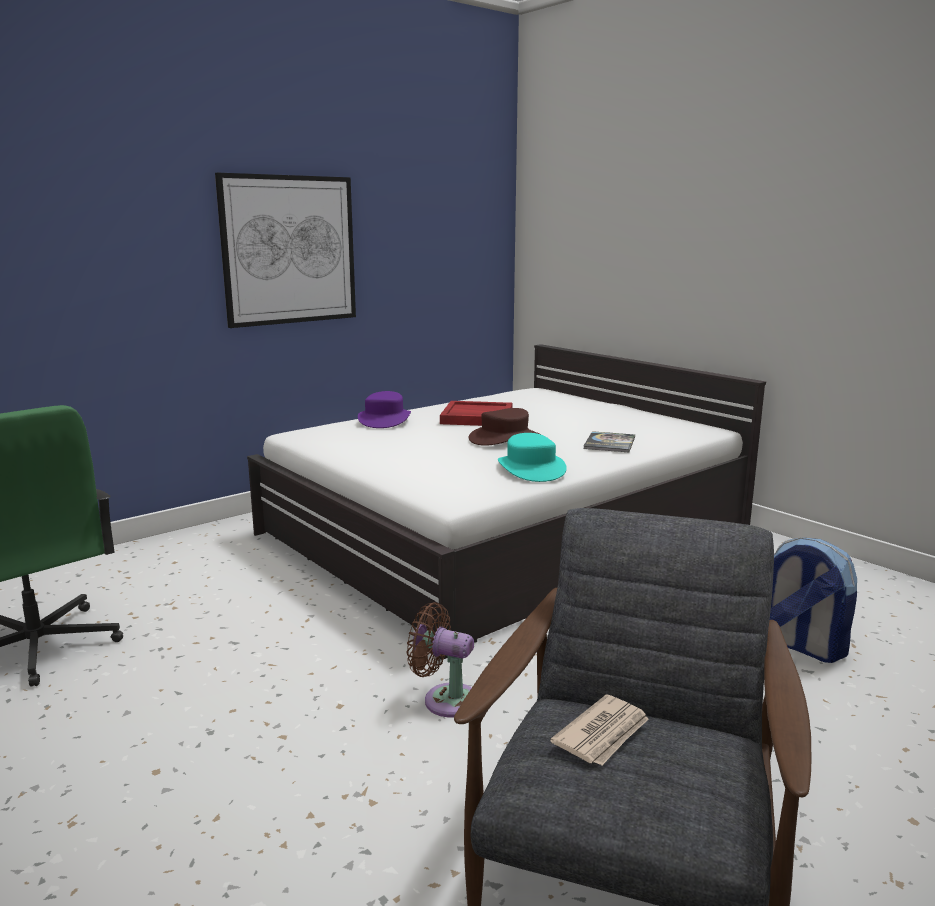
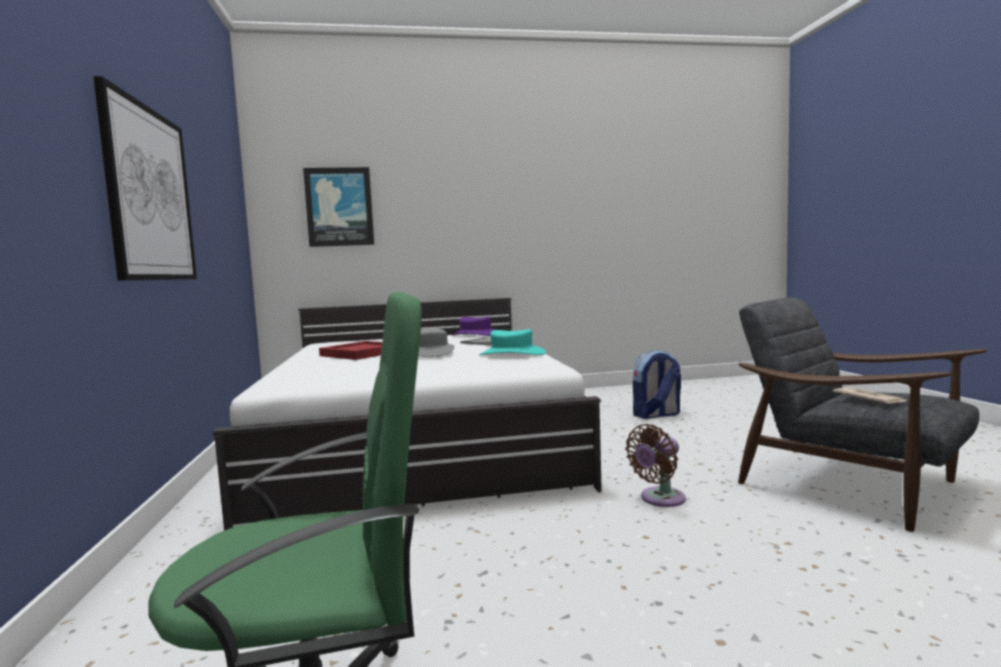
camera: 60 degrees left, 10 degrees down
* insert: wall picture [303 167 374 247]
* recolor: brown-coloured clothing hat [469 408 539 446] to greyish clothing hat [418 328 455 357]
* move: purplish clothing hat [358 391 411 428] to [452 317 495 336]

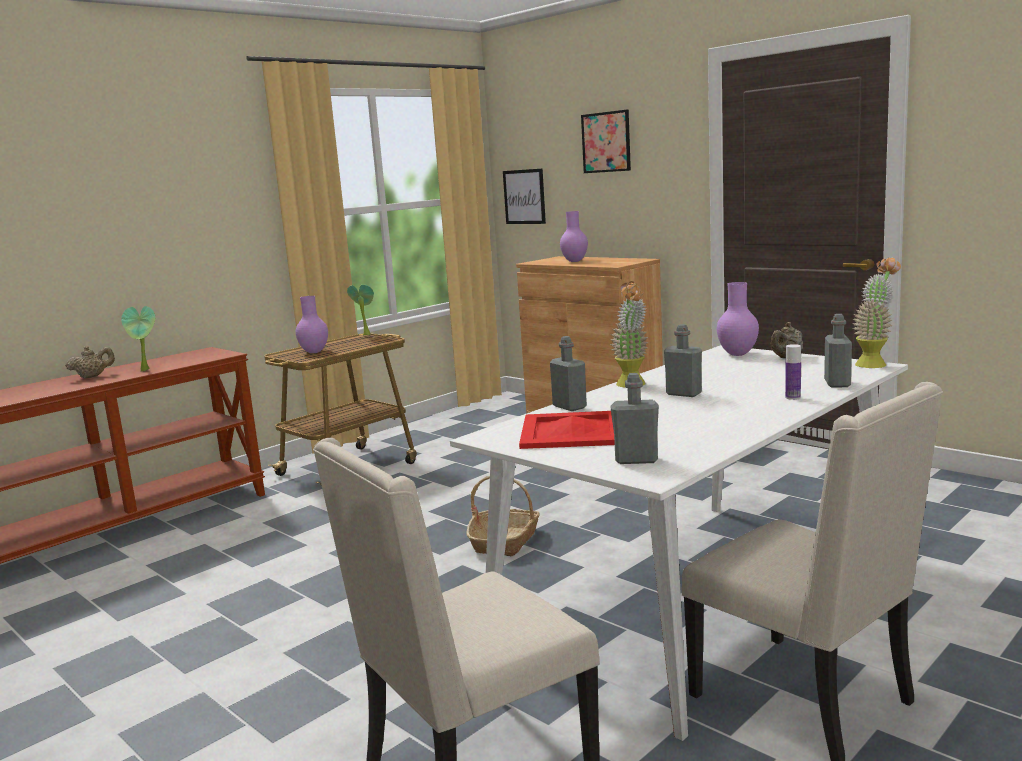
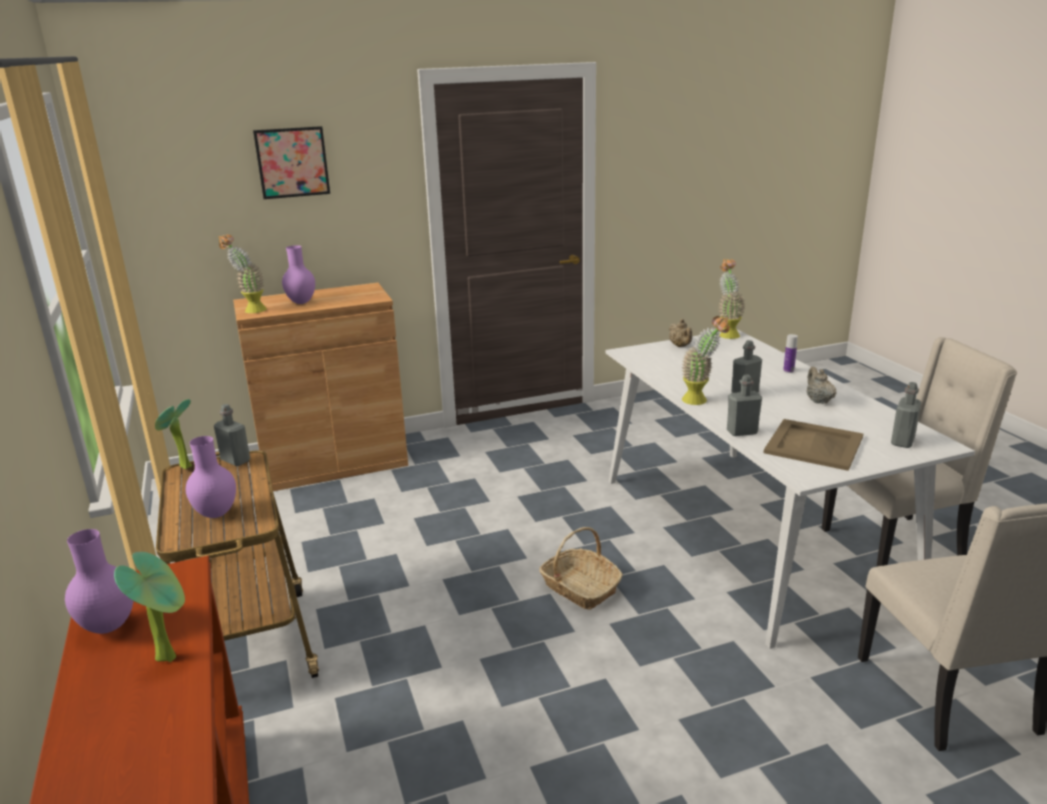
camera: 65 degrees left, 10 degrees up
* move: purplish flower vase [717 282 759 356] to [65 529 134 634]
* move: greyish beverage bottle [824 314 852 388] to [214 404 250 466]
* insert: potted plant [218 234 267 313]
* recolor: red-coloured tray [519 411 615 449] to beige tray [764 419 863 471]
* move: beige tea pot [65 346 115 379] to [807 367 836 404]
* delete: wall picture [503 168 546 224]

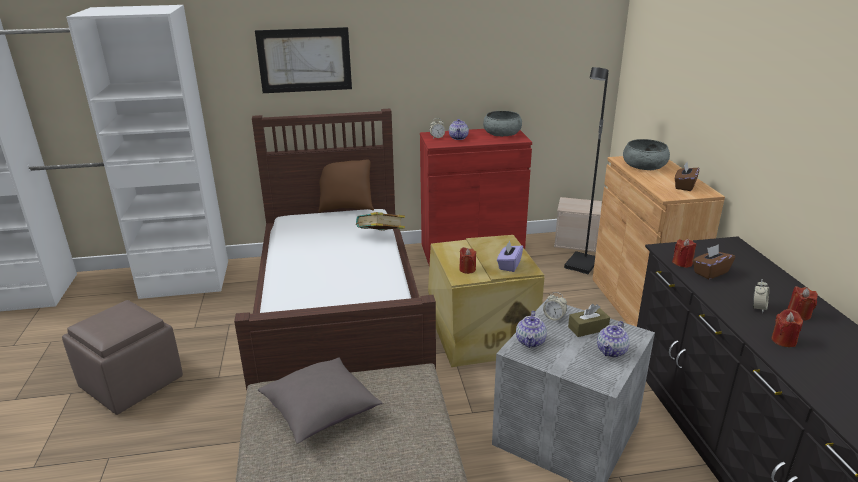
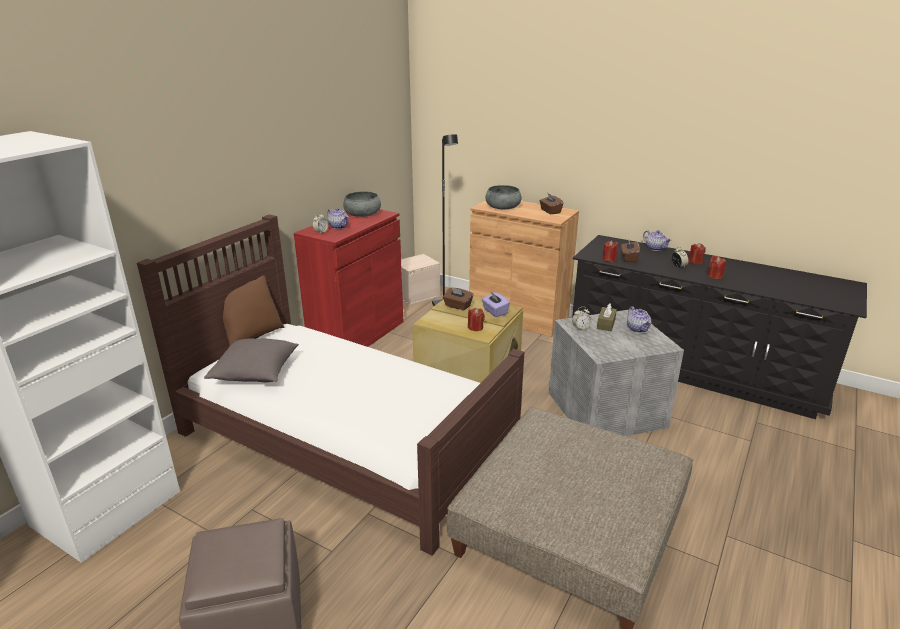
camera: 50 degrees left, 0 degrees up
* move: greyish throw pillow [258 358 383 444] to [204 339 299 382]
* insert: brown-coloured box of tissues [443 287 473 311]
* move: tea pot [516 311 547 348] to [643 230 672 251]
* delete: wall picture [255 27 352 93]
* delete: volume [356 212 405 231]

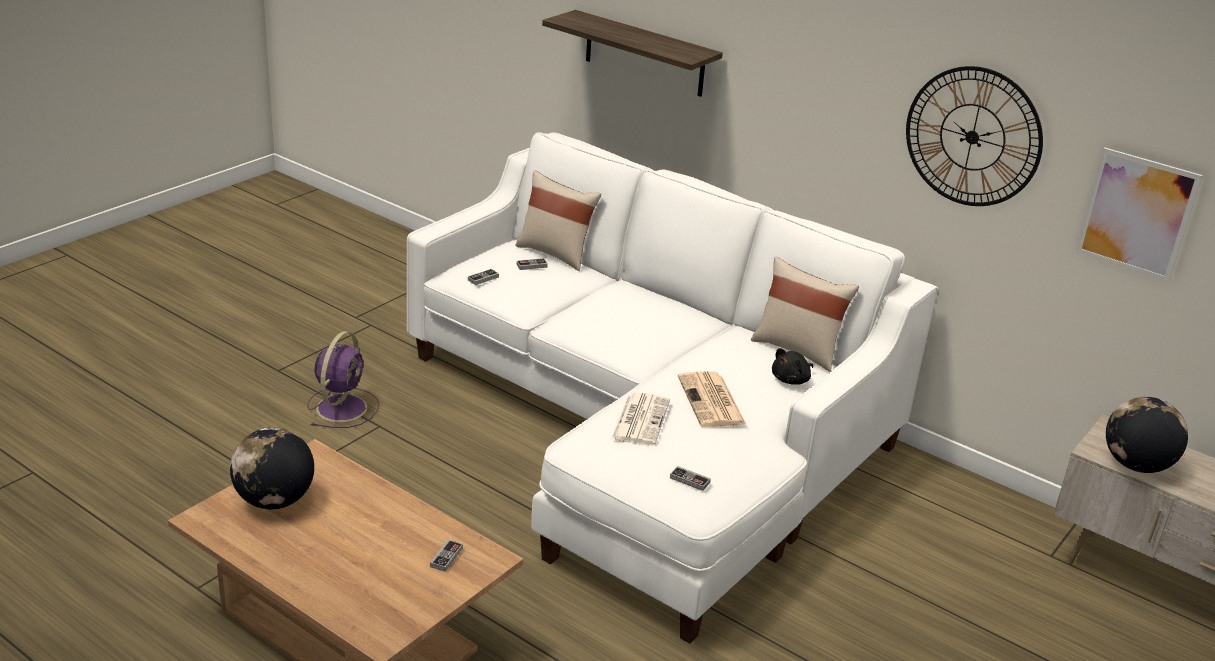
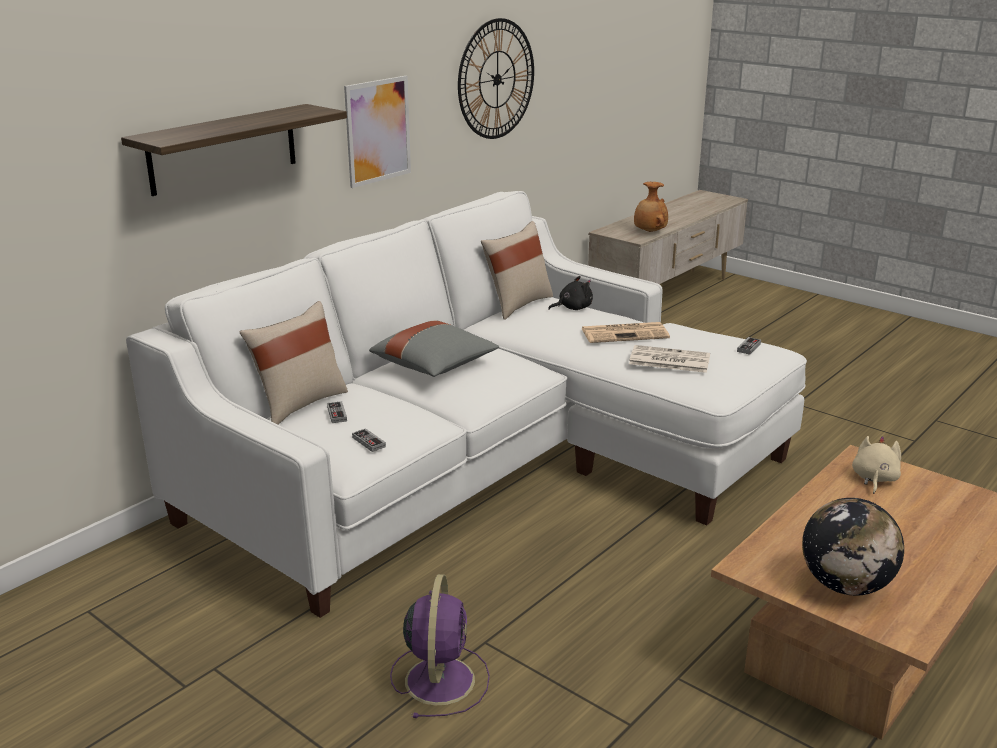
camera: 85 degrees left, 5 degrees down
* move: wall picture [1075 147 1203 282] to [344 76 411 188]
* insert: greyish throw pillow [369 321 499 377]
* rotate: purplish fan [307 331 379 428] = [390 574 490 718] 75 degrees clockwise
* rotate: black cuddly toy [772 348 814 385] = [548 276 593 310] 75 degrees counterclockwise
* replace: world globe [1106 397 1188 473] to brown-coloured flower vase [634 182 668 232]
* replace: gamepad [430 540 463 572] to beige cuddly toy [852 436 901 494]

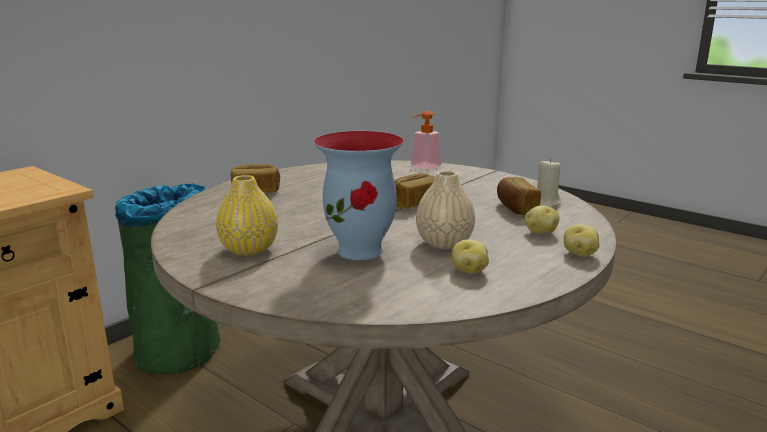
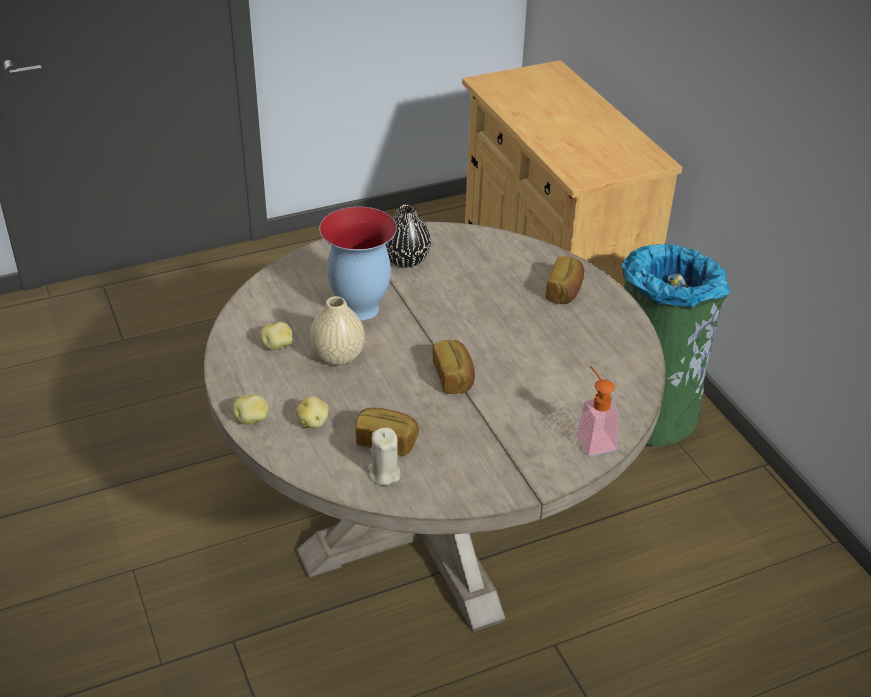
camera: 115 degrees right, 20 degrees up
* recolor: yellow-coloured flower vase [216 175 278 256] to black flower vase [386 204 431 268]

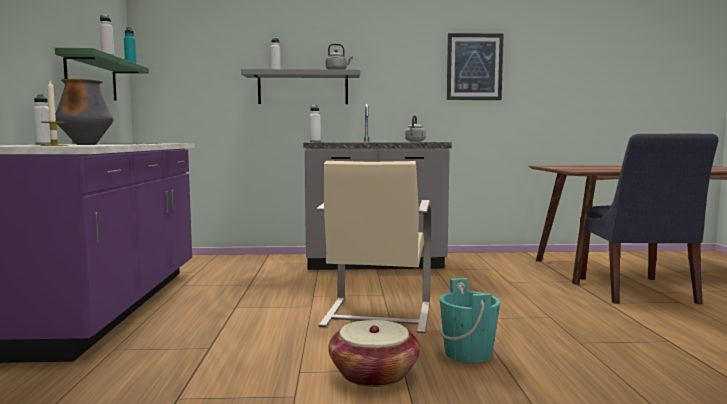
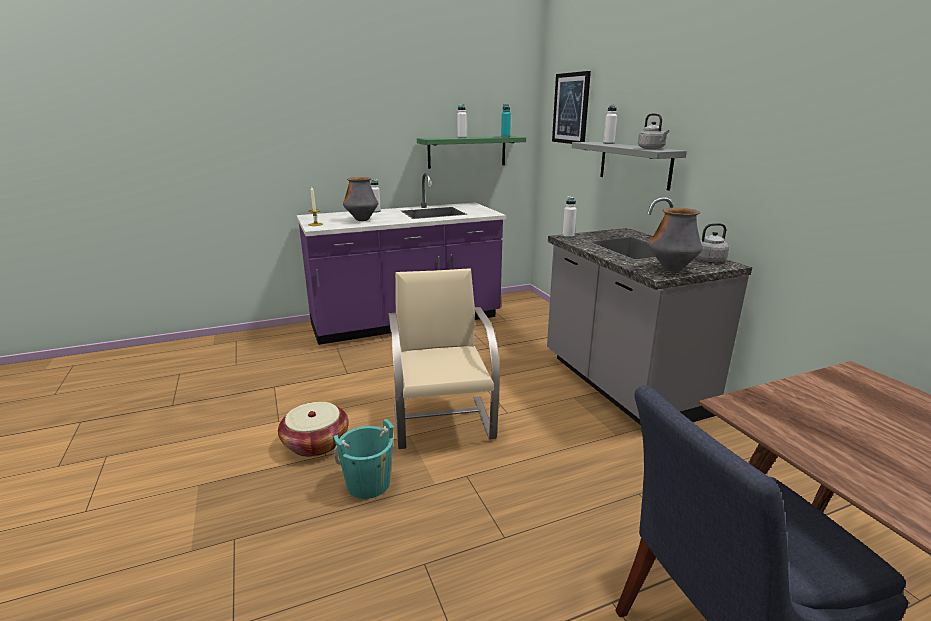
camera: 70 degrees right, 15 degrees up
* rotate: beige upright chair [317 161 431 333] = [389 268 500 449] 90 degrees clockwise
* move: wall picture [447 33 504 100] to [552 71 591 144]
* insert: flower vase [649 208 703 272]

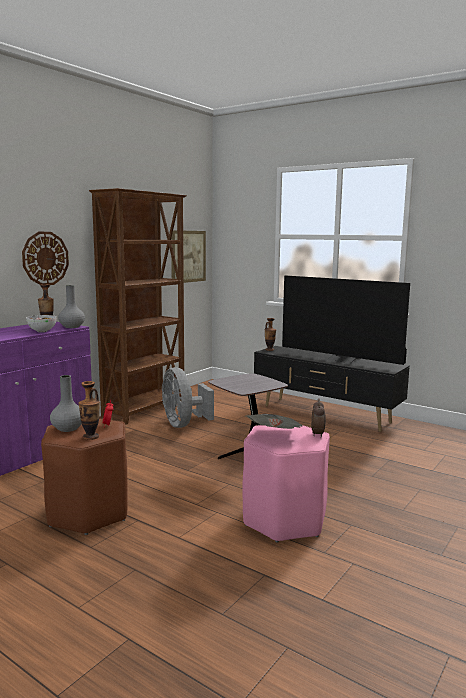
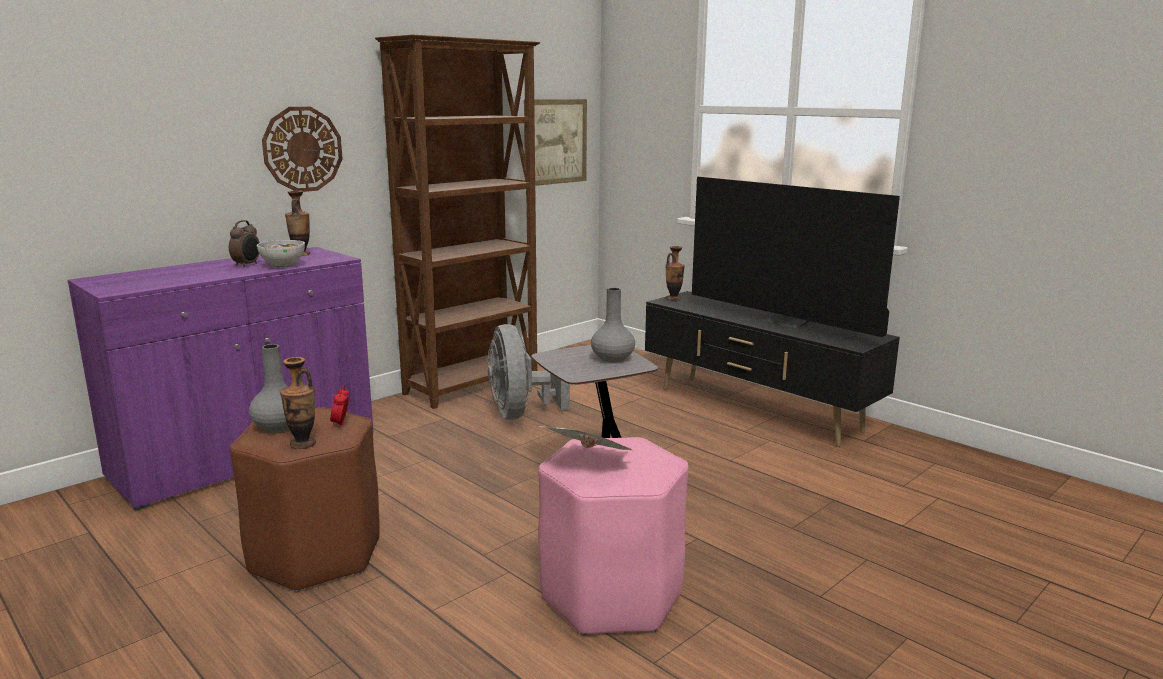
camera: 10 degrees right, 5 degrees up
* move: table clock [312 399 326 438] to [229 220 259 267]
* move: greyish flower vase [58 285 85 328] to [591 288 635 362]

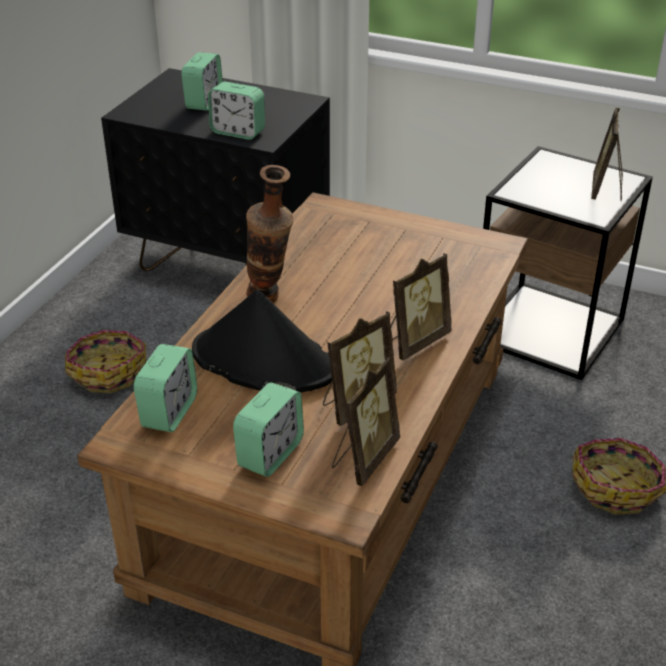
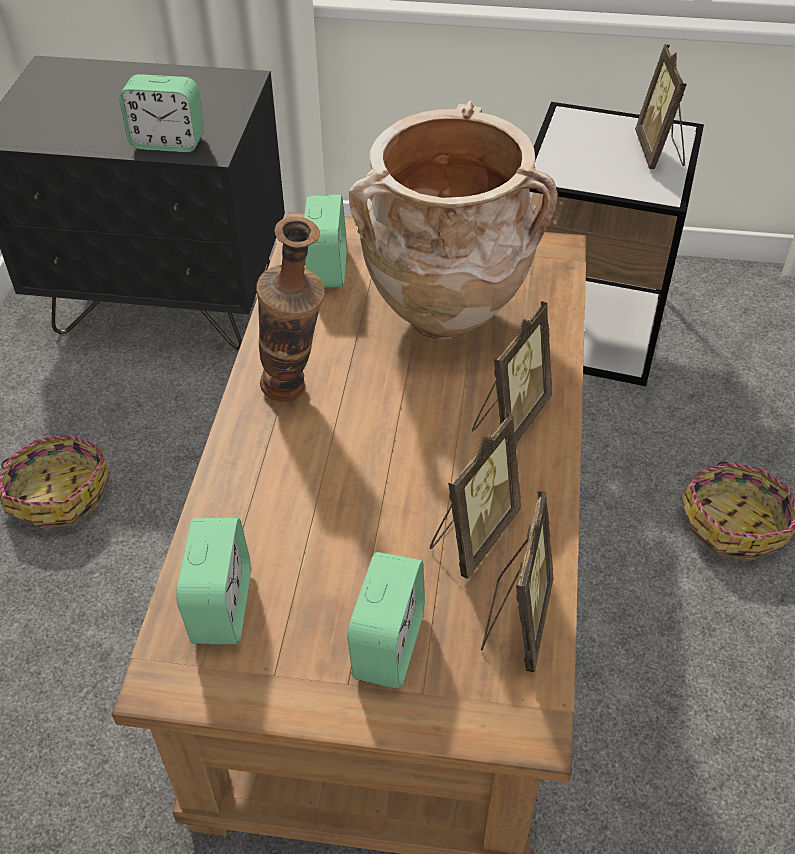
camera: 15 degrees left, 10 degrees up
* move: table clock [181 53 223 110] to [304 195 347 287]
* insert: beige flower vase [349 101 558 340]
* delete: black clothing hat [192 289 332 393]

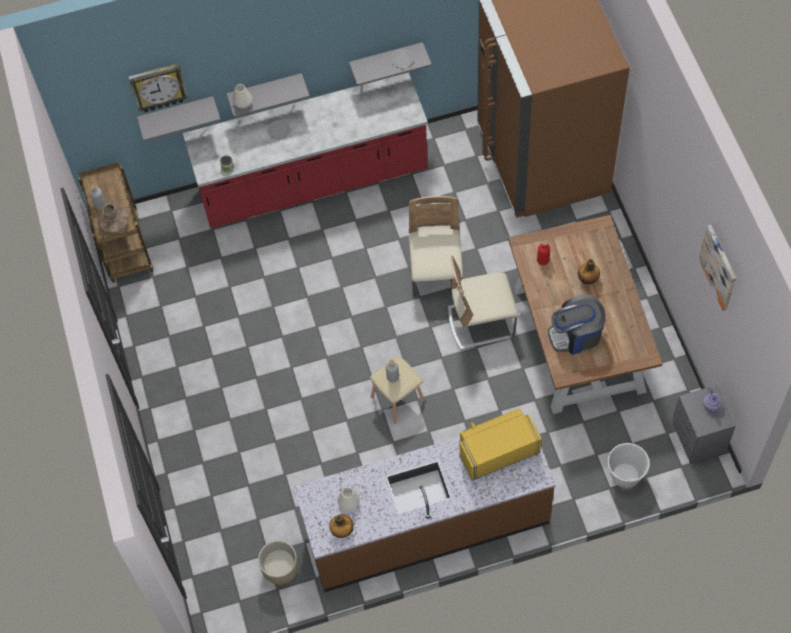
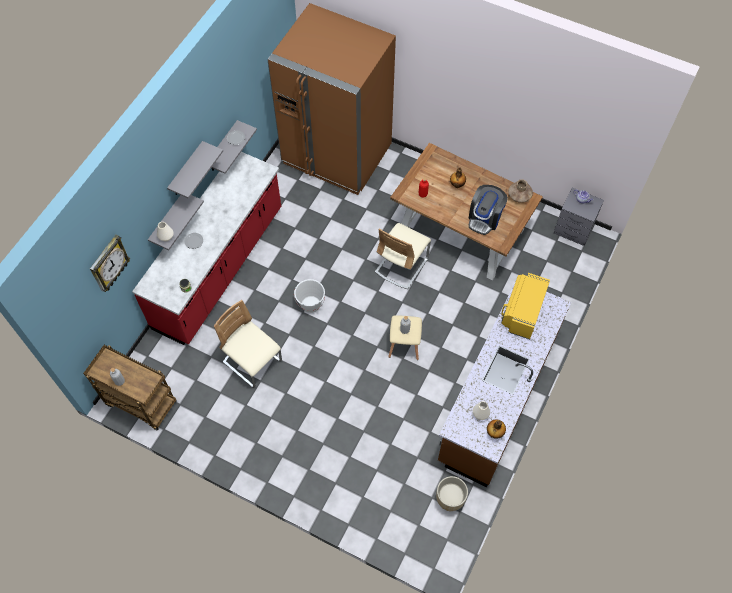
camera: 50 degrees left, 0 degrees up
* move: greyish shelf [137 96 221 142] to [167 141 223 199]
* move: beige upright chair [409 196 463 297] to [214 300 282 388]
* move: white pail [607 443 650 488] to [294 279 325 313]
* move: brown-coloured flower vase [97 203 129 233] to [508 179 533 203]
* delete: wall picture [698 225 736 311]

